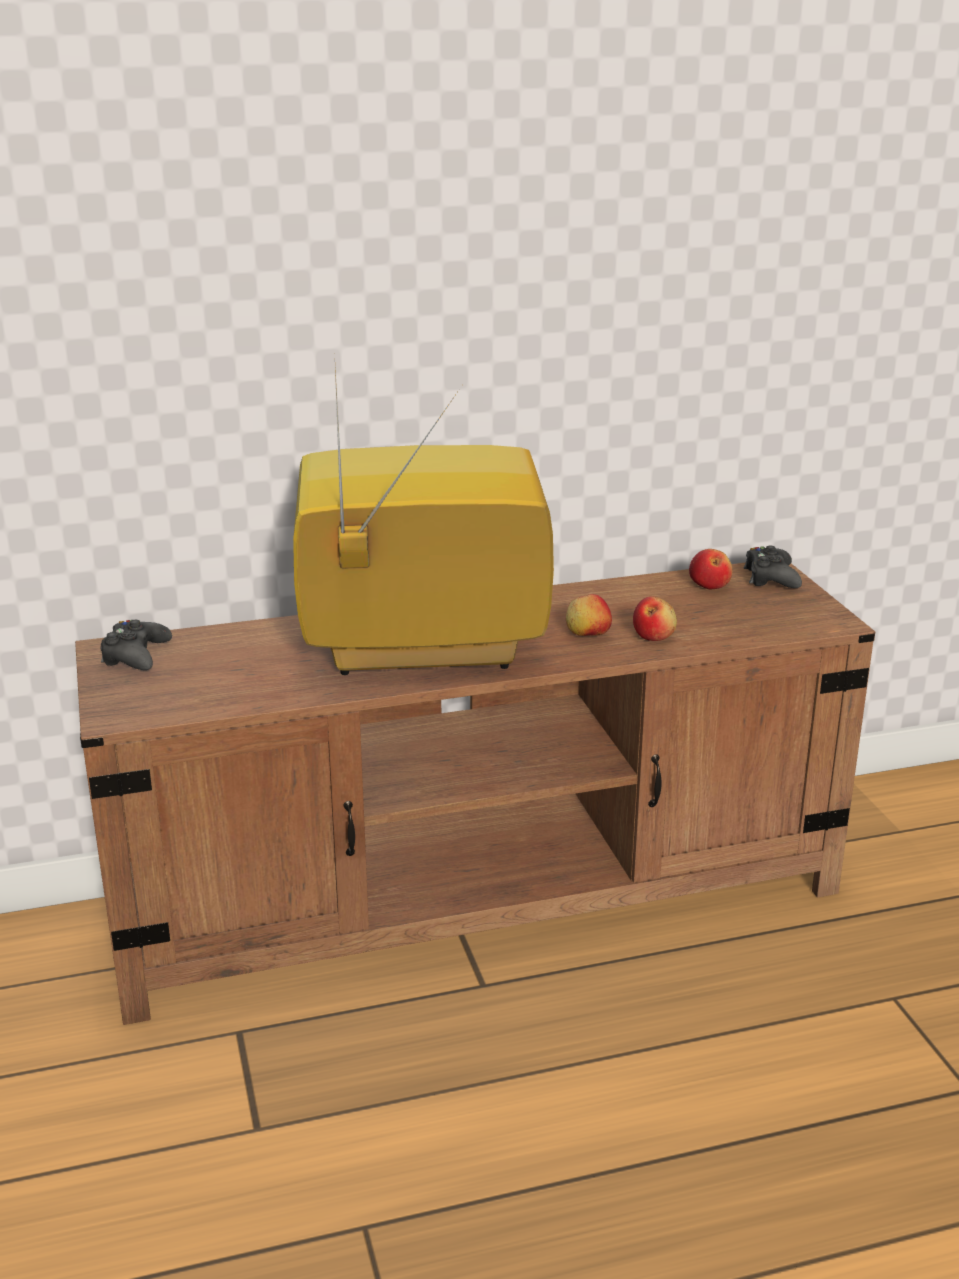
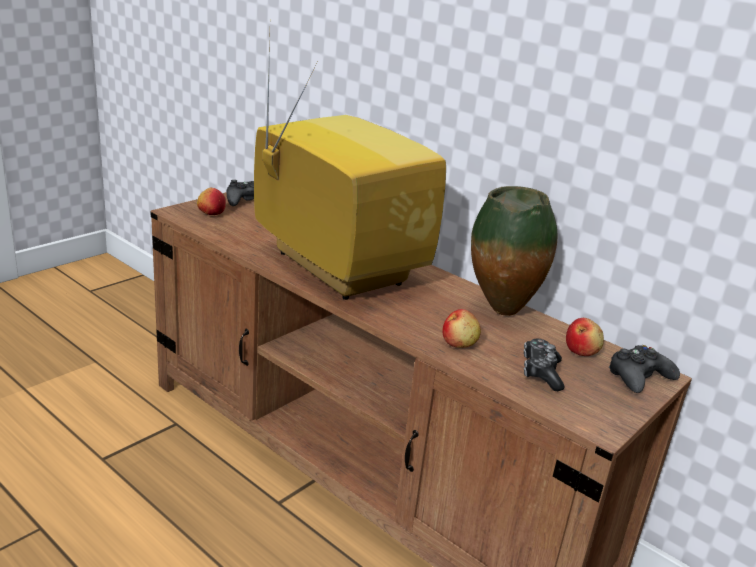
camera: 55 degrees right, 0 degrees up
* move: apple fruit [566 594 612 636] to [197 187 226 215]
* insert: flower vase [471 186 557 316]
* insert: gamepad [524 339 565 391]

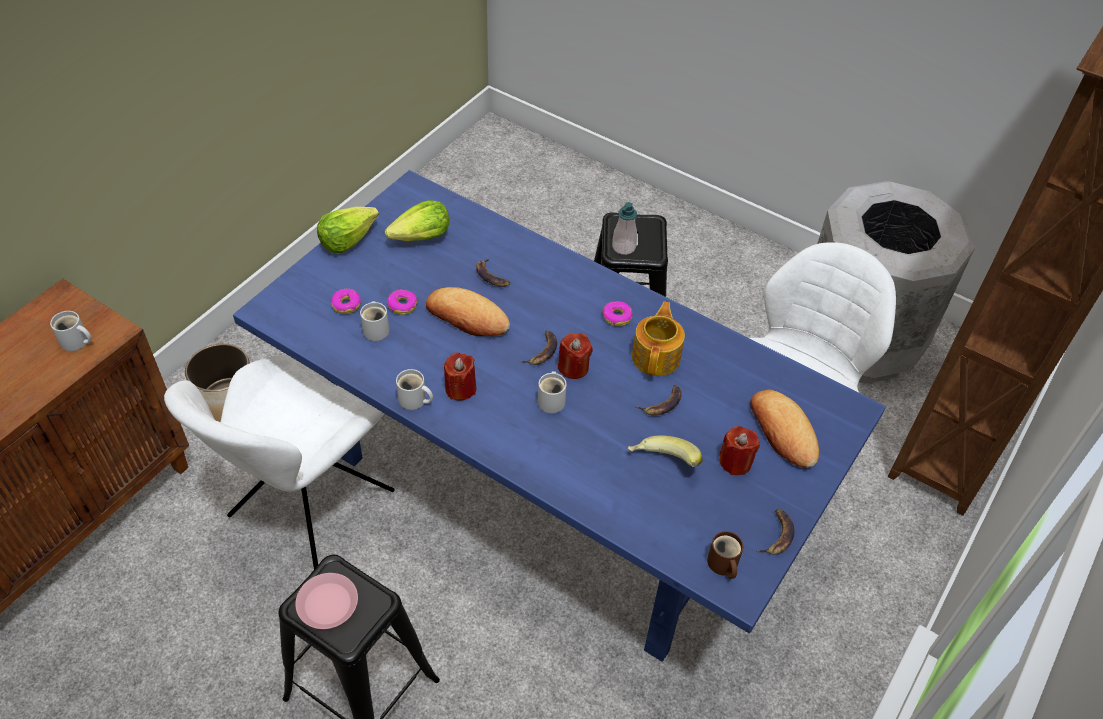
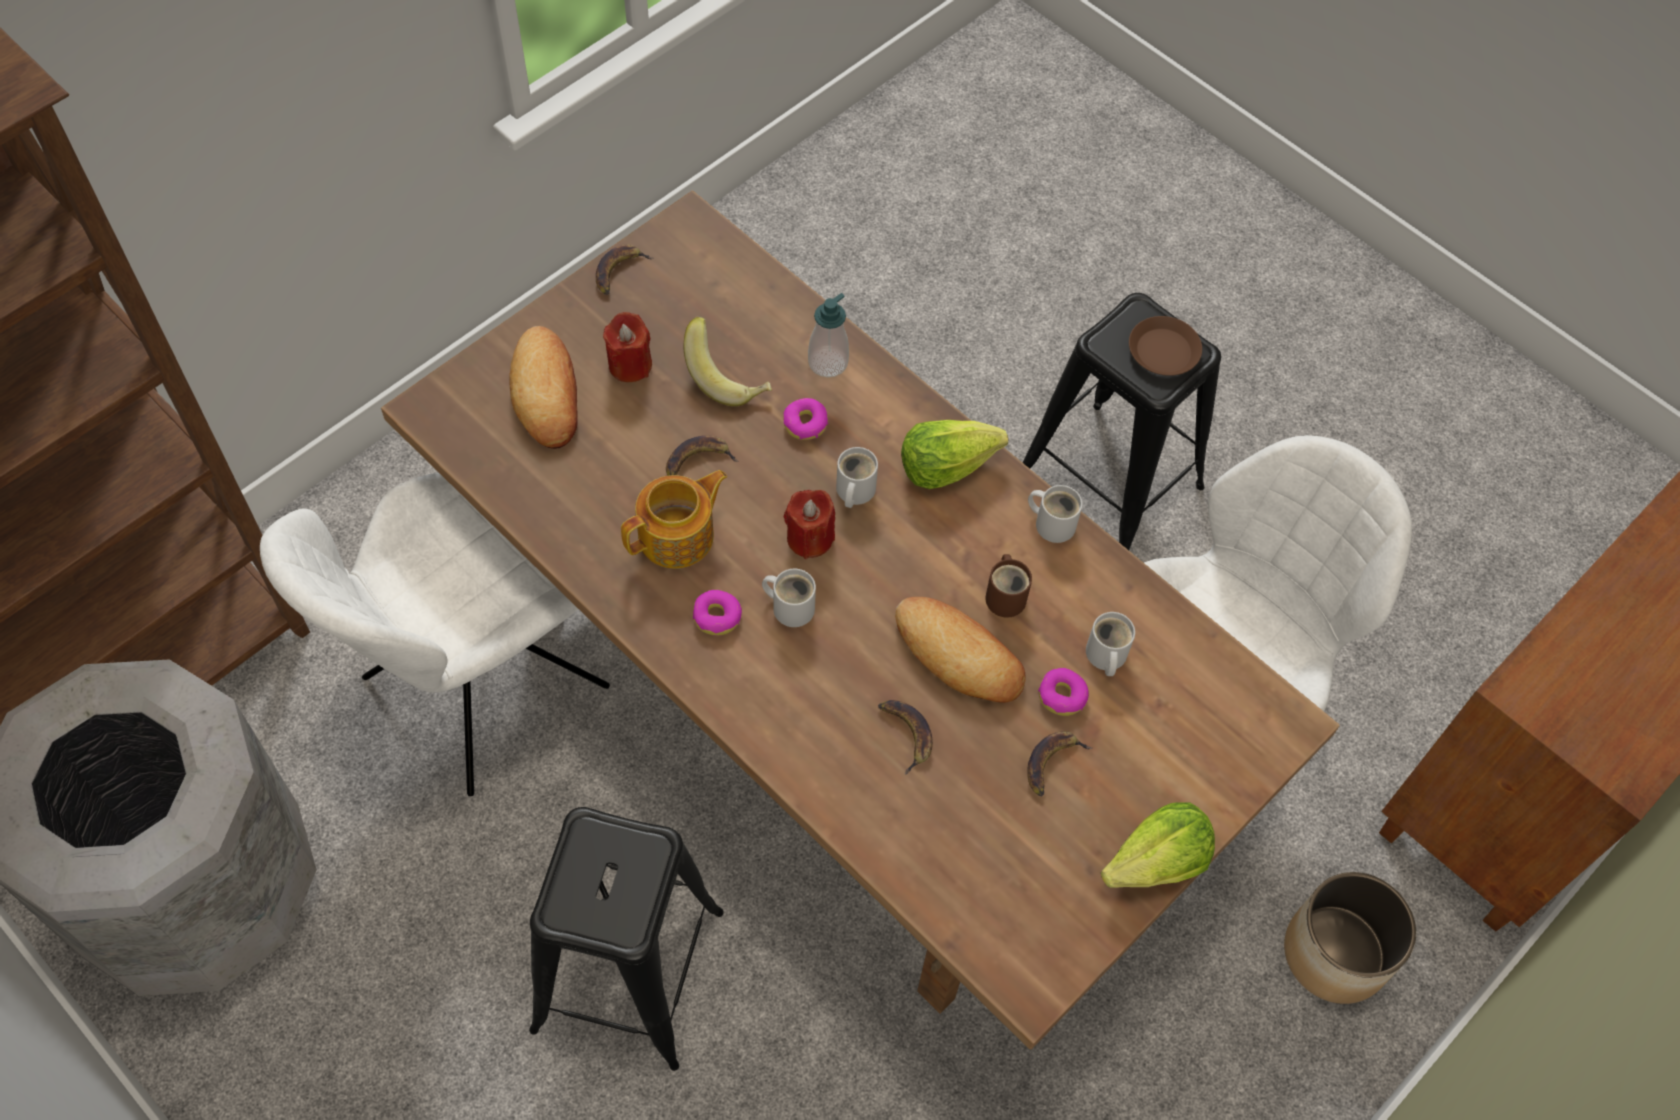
camera: 170 degrees left, 10 degrees up
* recolor: blue-coloured dinner table [233 170 886 662] to brown-coloured dinner table [381 191 1340 1050]
* rotate: tea pot [632 302 685 376] = [621 470 728 569] 150 degrees counterclockwise
* move: white coffee mug [50 311 92 351] to [762 569 816 627]
* move: doughnut [331 289 361 314] to [783 398 828 440]
* move: soap dispenser [612 202 637 255] to [808 293 849 377]
* move: lettuce head [385 200 449 241] to [901 420 1008 489]
* move: brown-coloured coffee mug [707 531 743 579] to [985 554 1032 618]
* move: whole banana [520 330 557 365] to [1027 731 1092 796]
* recolor: pinkish flat dish [295 573 358 629] to brown-coloured flat dish [1129 316 1202 376]
* delete: red-coloured candle [444 353 476 400]

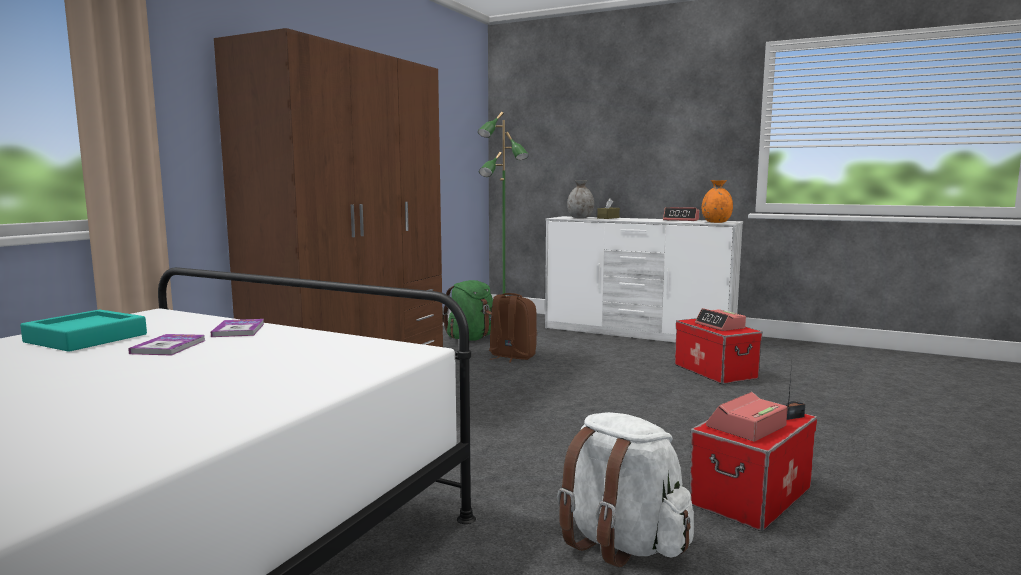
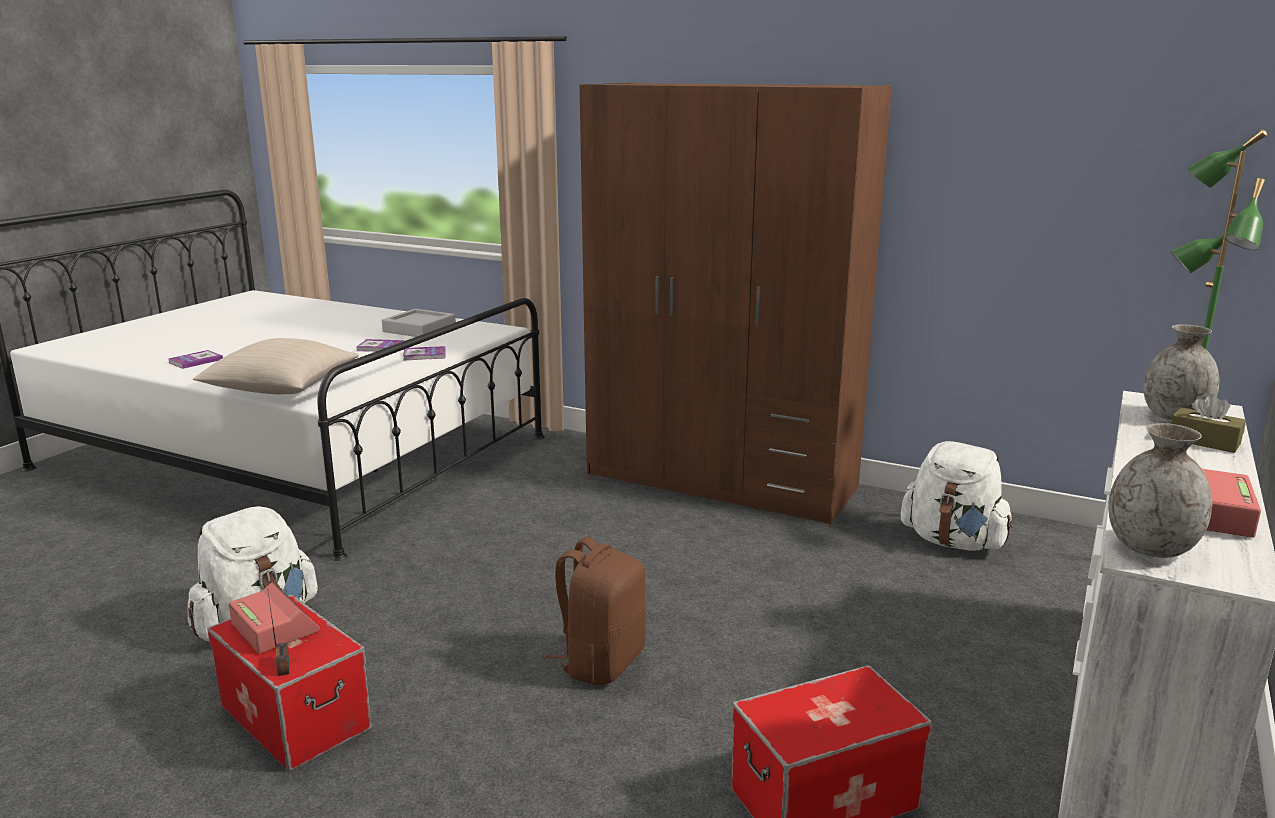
camera: 90 degrees right, 10 degrees up
* insert: volume [168 350 223 369]
* insert: beige throw pillow [193 338 359 394]
* recolor: turquoise tray [20 310 147 352] to greyish tray [382 309 456 337]
* move: brown-coloured rucksack [489 293 537 362] to [546 537 646 685]
* recolor: green rucksack [442 280 493 341] to white rucksack [901 441 1014 551]
* recolor: orange-coloured flower vase [702 180 733 223] to greyish flower vase [1108 423 1212 558]
* delete: table clock [695 308 746 331]

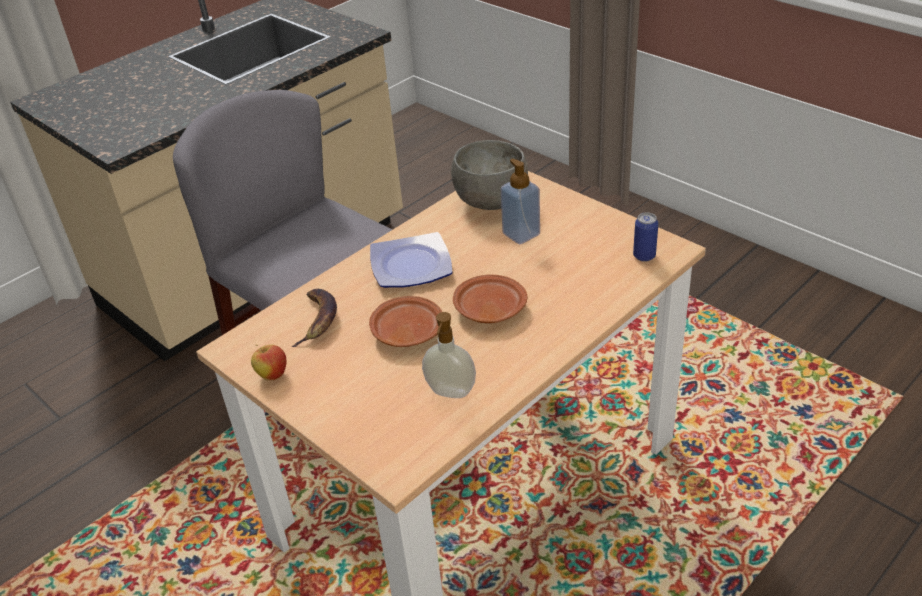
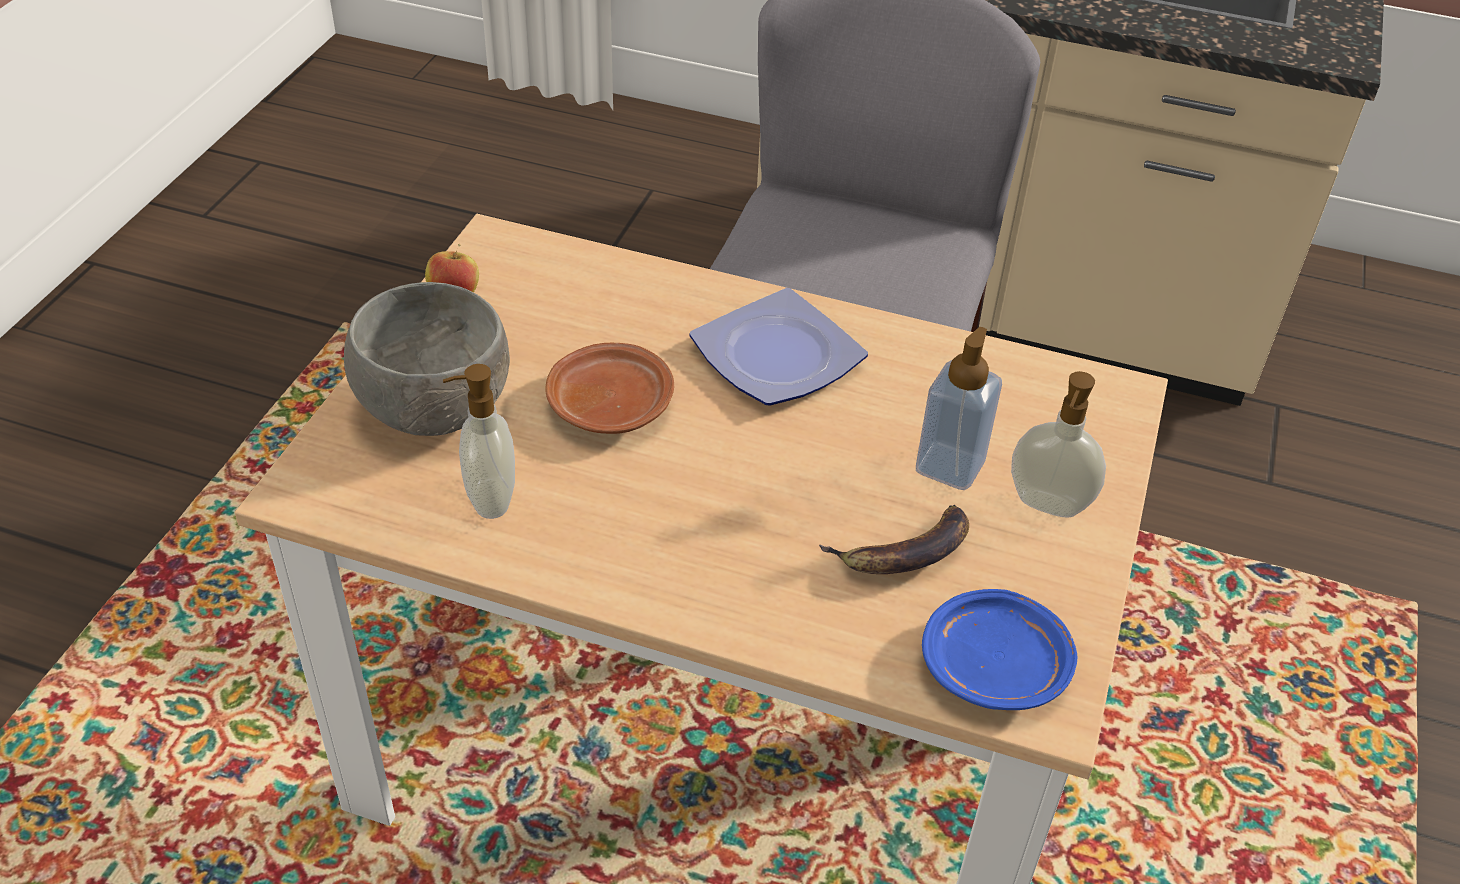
camera: 60 degrees right, 5 degrees up
* move: greyish serving bowl [451 140 528 210] to [344 282 510 436]
* move: whole banana [291 289 337 347] to [819 505 969 574]
* replace: can [633 212 658 262] to blue-coloured flat dish [922 589 1077 710]
* insert: soap dispenser [1011 371 1106 518]
* delete: brown-coloured flat dish [453 275 527 323]

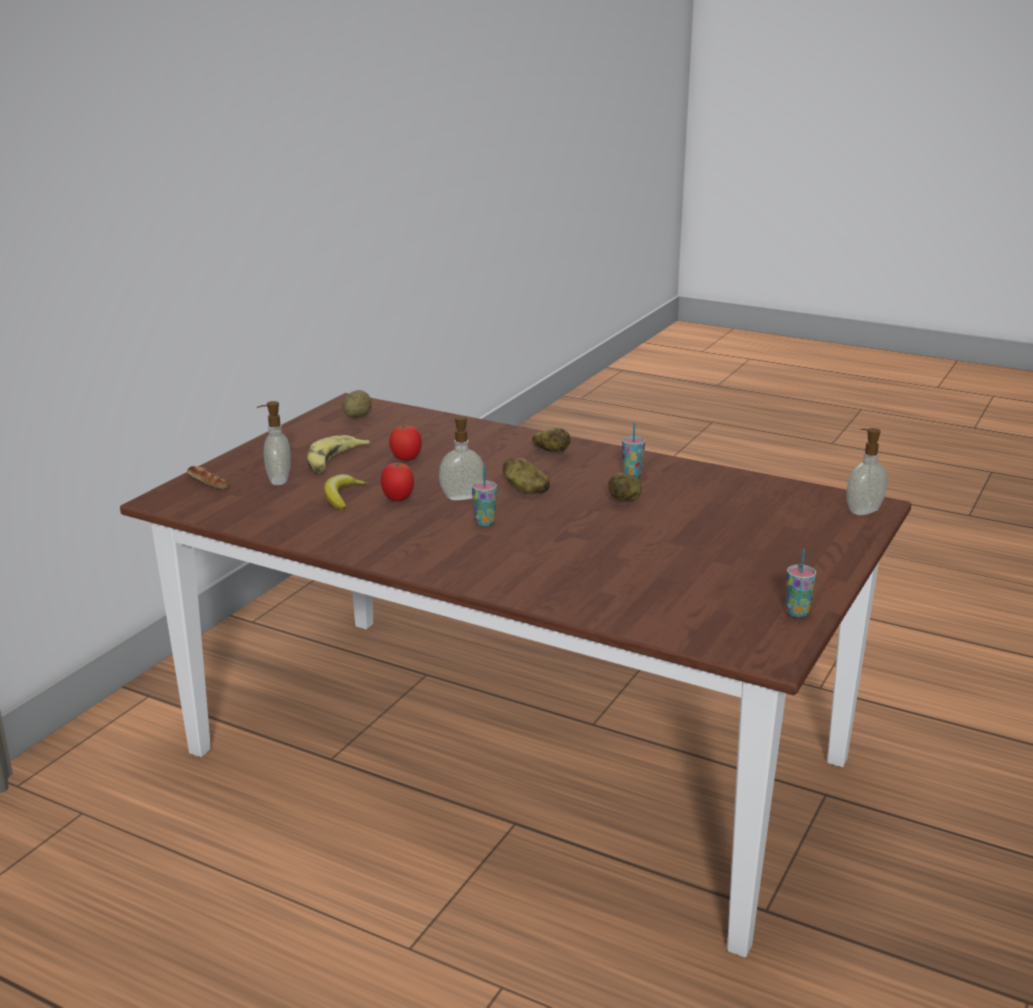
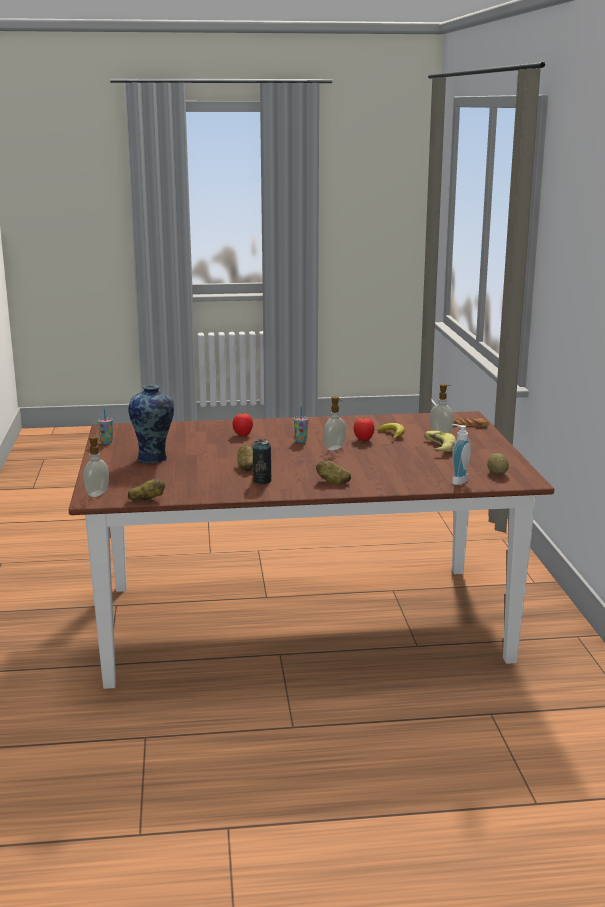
camera: 145 degrees right, 5 degrees down
* insert: flower vase [128 385 174 463]
* move: whole potato [503 457 550 494] to [128 479 165 501]
* move: whole tomato [389 425 422 461] to [233 413 253 436]
* replace: small cup [622 422 645 477] to can [253 439 272 484]
* insert: soap dispenser [452 424 471 485]

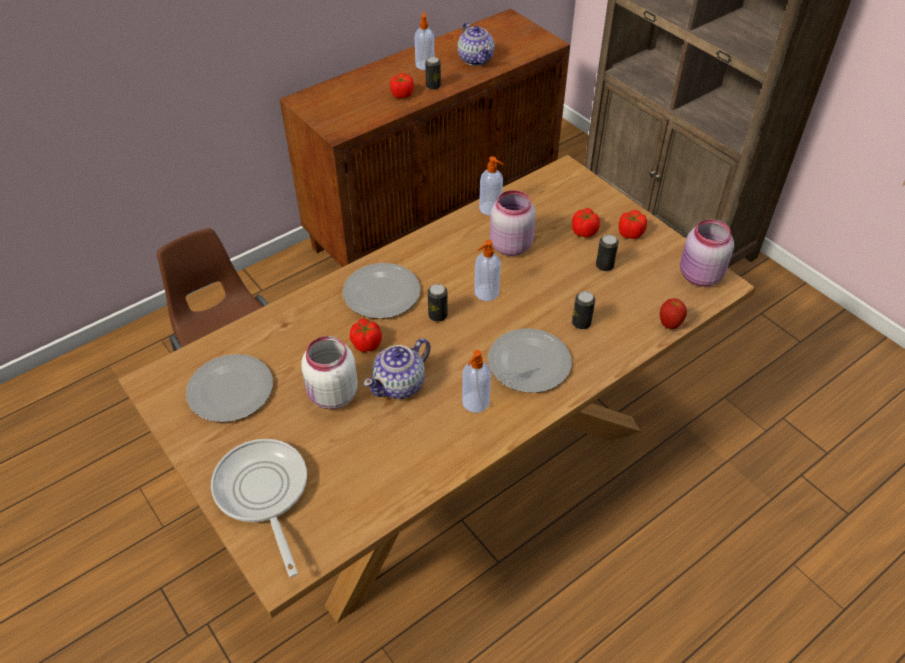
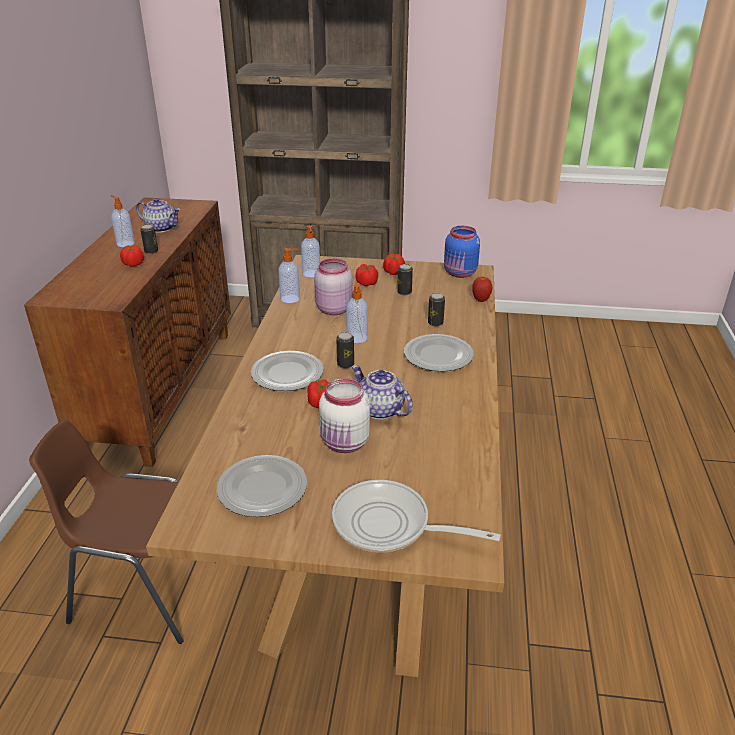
camera: 45 degrees left, 15 degrees down
* move: soap dispenser [462 350 491 413] to [301 225 320 277]
* rotate: tea pot [363 338 431 399] = [352 365 413 420] 135 degrees clockwise
* recolor: pinkish jar [680 219 734 287] to blue-coloured jar [444 226 480 278]

